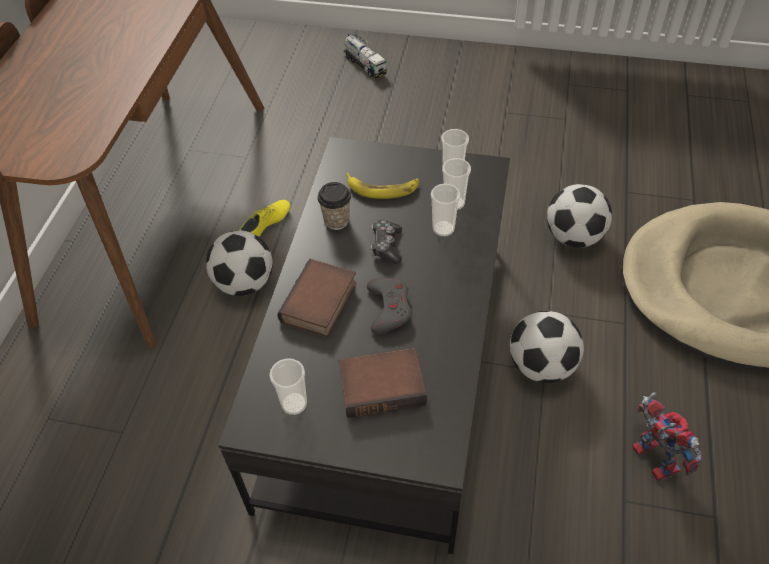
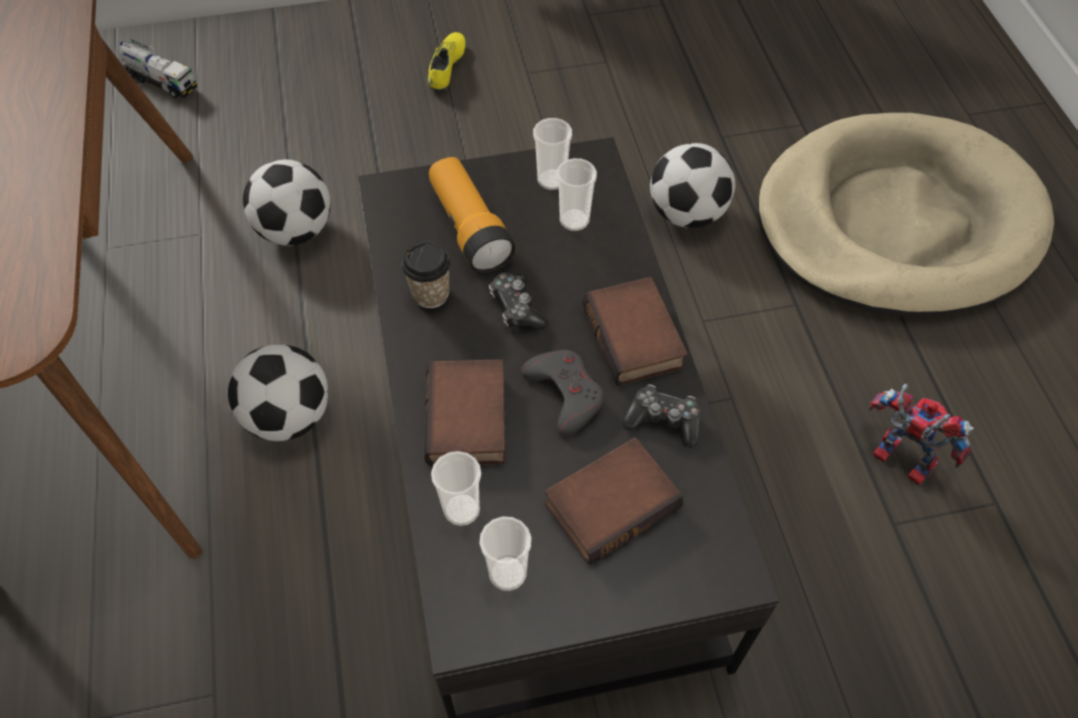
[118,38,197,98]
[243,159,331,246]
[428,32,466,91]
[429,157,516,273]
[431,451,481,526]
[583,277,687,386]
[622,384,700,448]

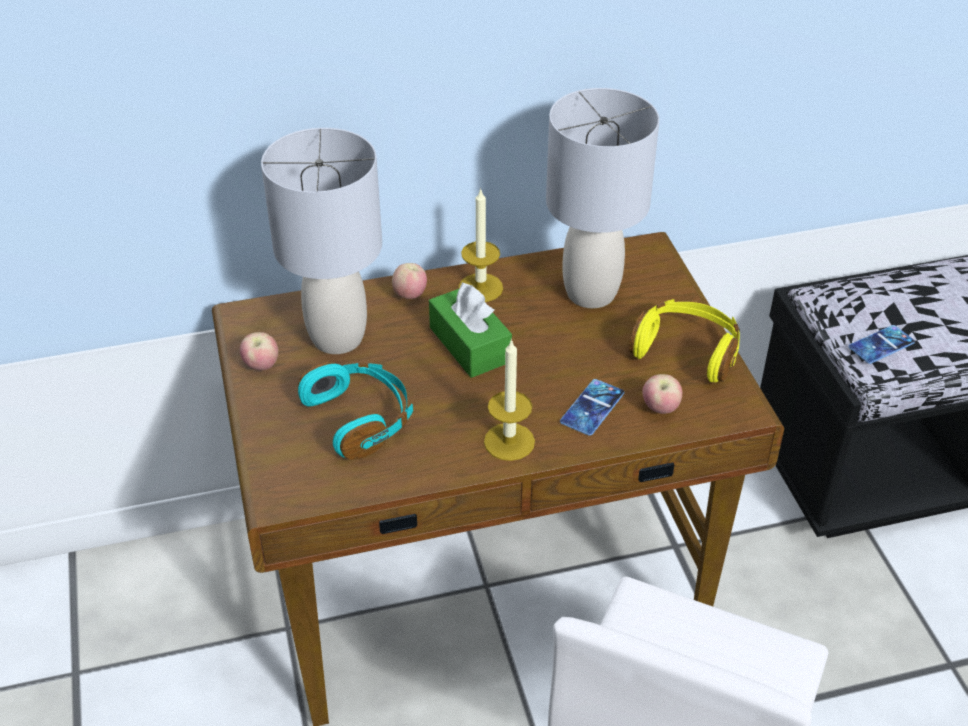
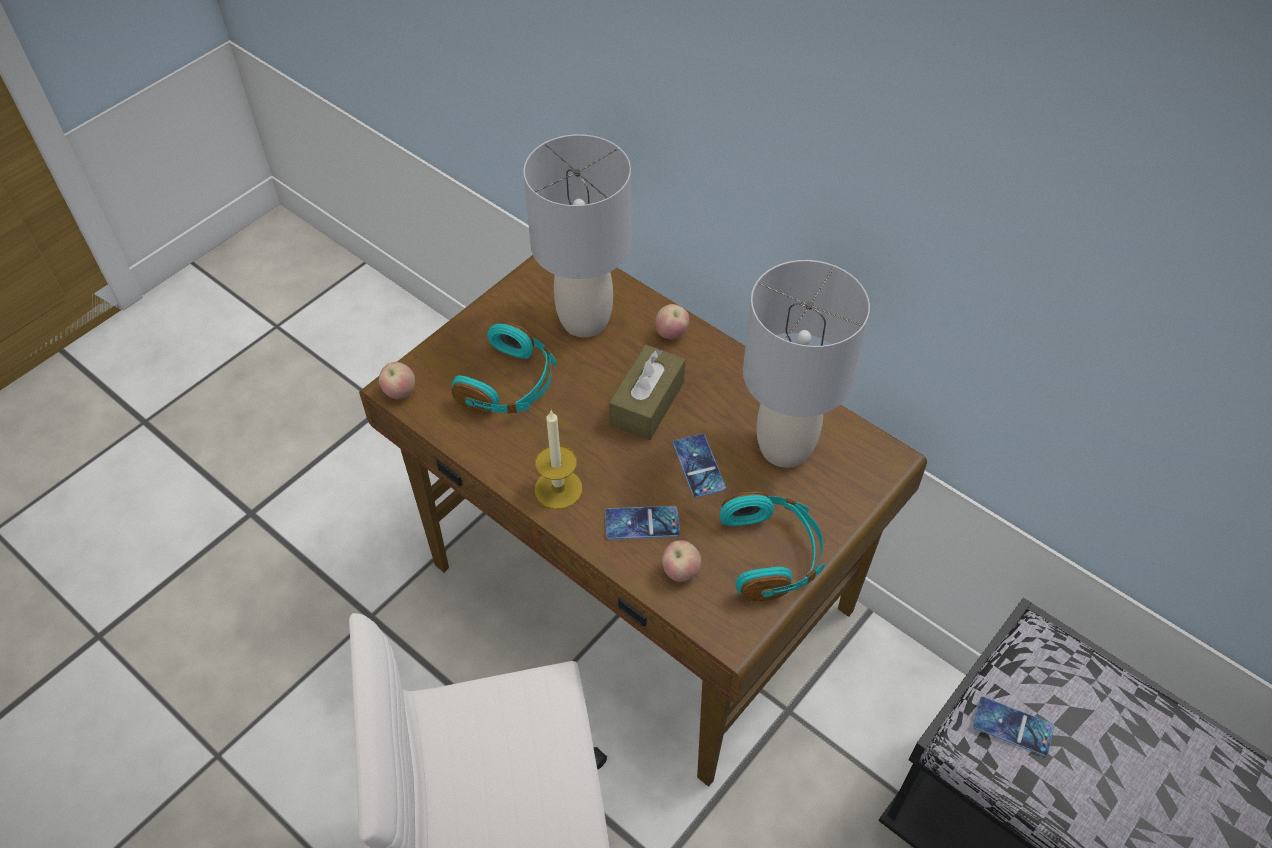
[379,362,415,399]
[609,345,685,440]
[673,434,726,498]
[720,491,825,602]
[458,188,503,302] (first image)

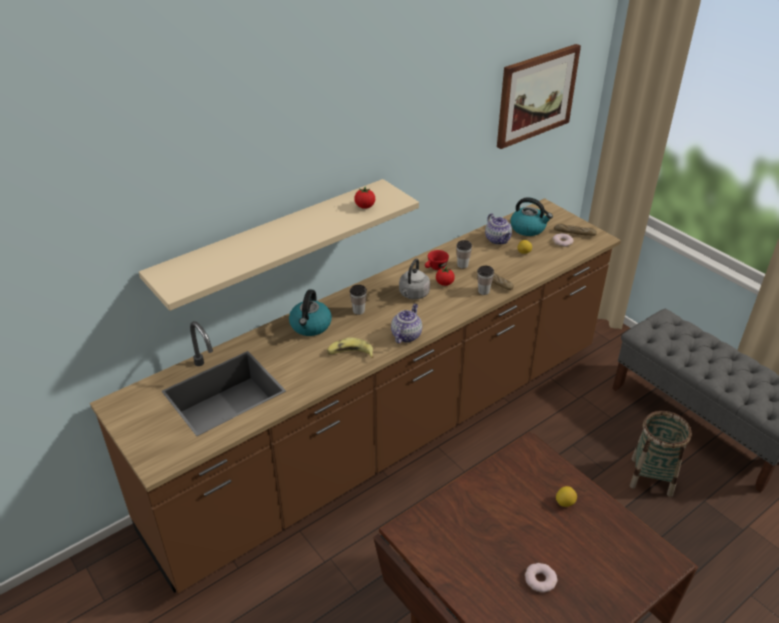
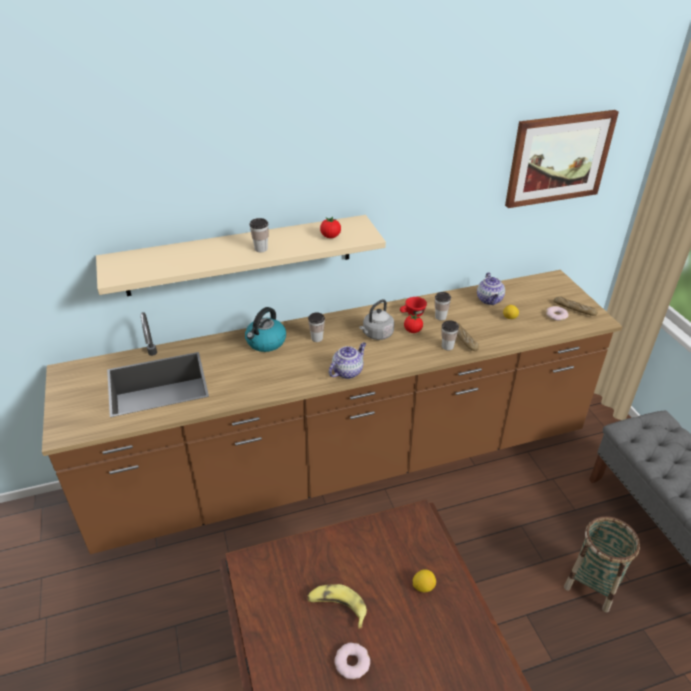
[249,218,269,252]
[307,584,367,629]
[510,197,553,236] (first image)

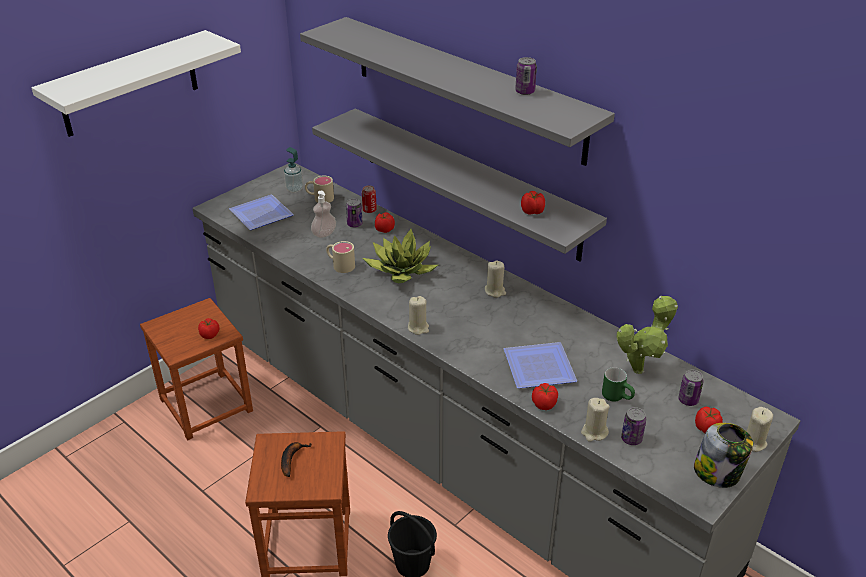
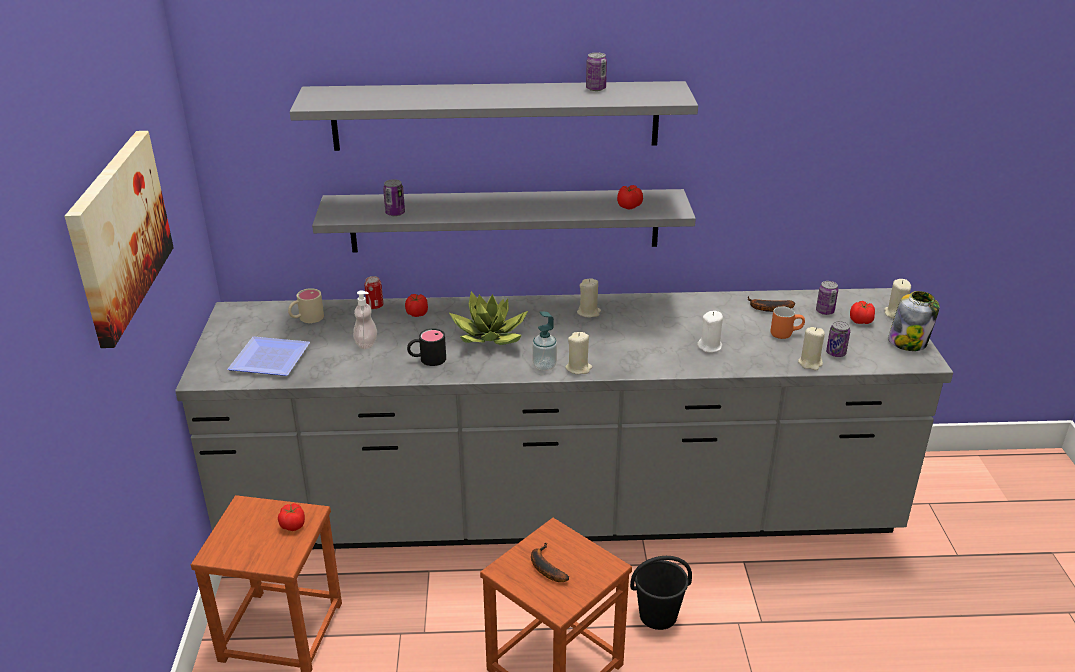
[64,131,174,348]
[383,179,405,216]
[407,329,446,366]
[532,311,557,371]
[697,311,723,353]
[748,296,795,312]
[771,307,805,339]
[532,383,558,410] (first image)

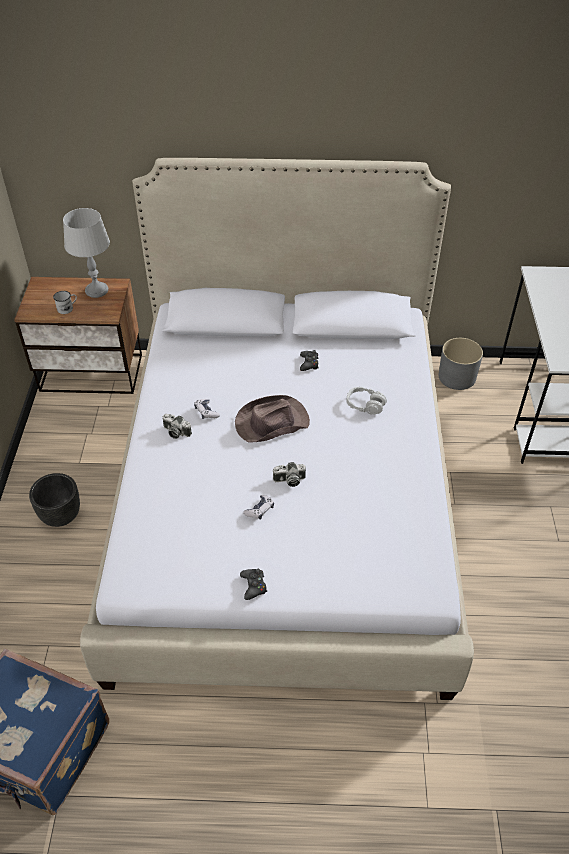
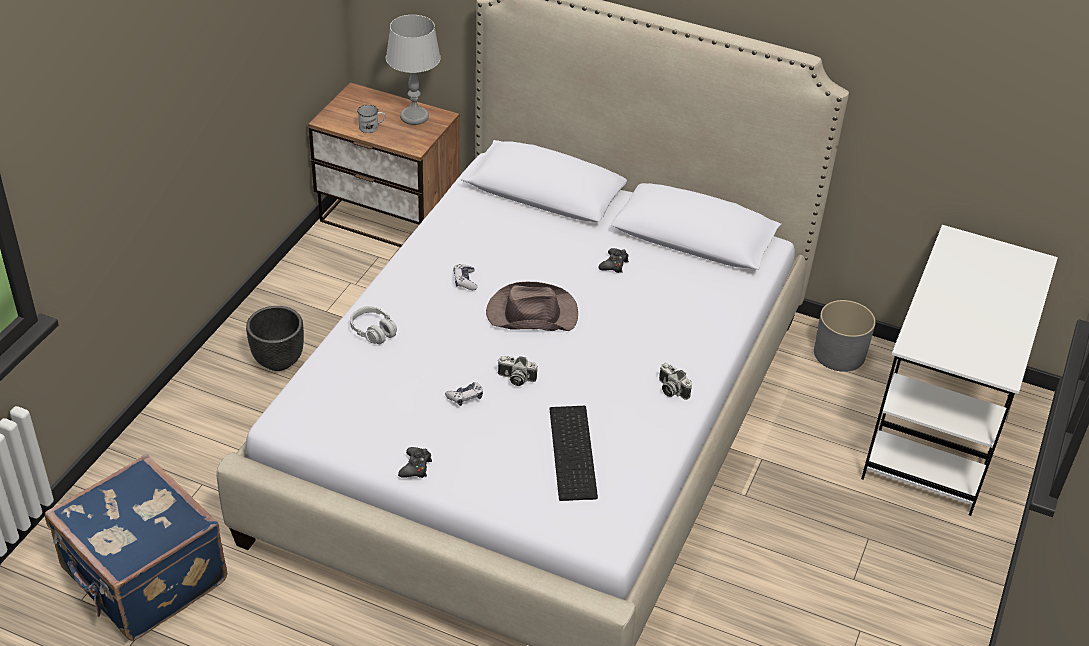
[350,306,397,344]
[550,406,598,501]
[659,363,692,400]

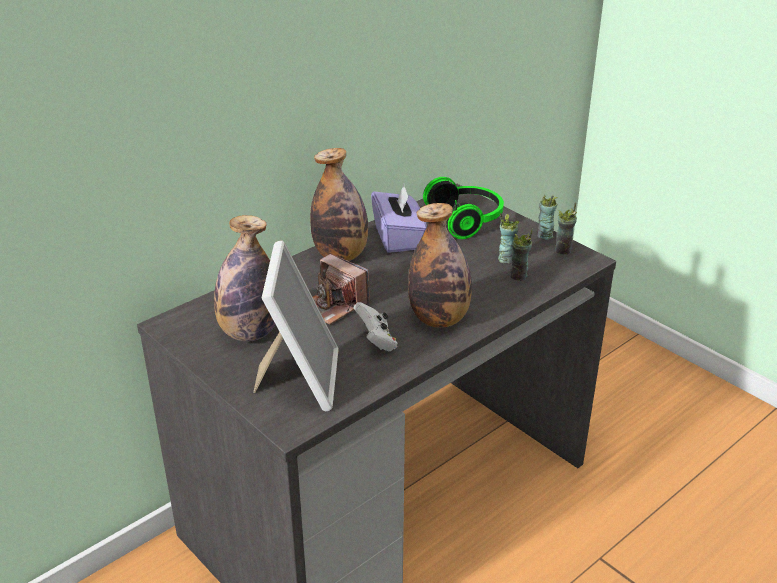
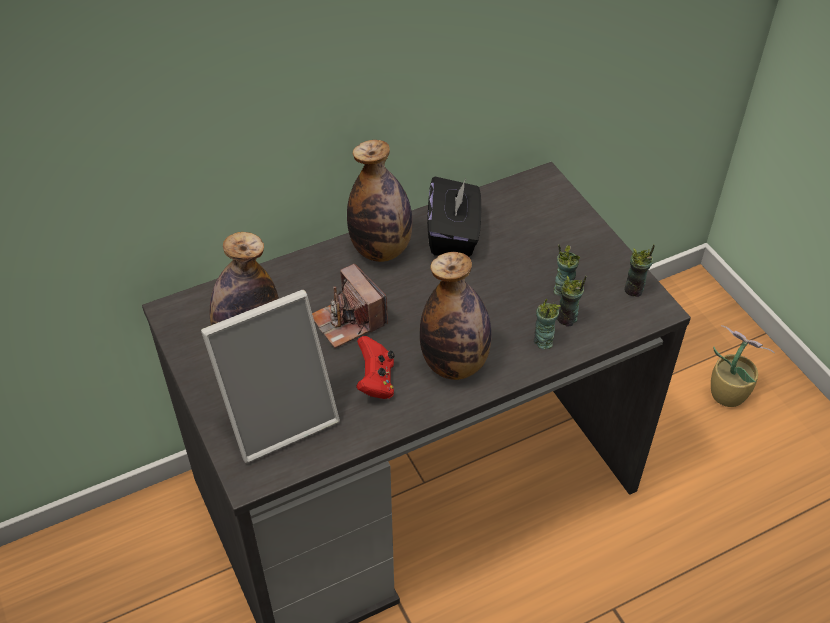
[201,290,340,463]
[356,336,395,399]
[427,177,481,257]
[534,298,561,350]
[711,325,775,407]
[423,177,504,239] (first image)

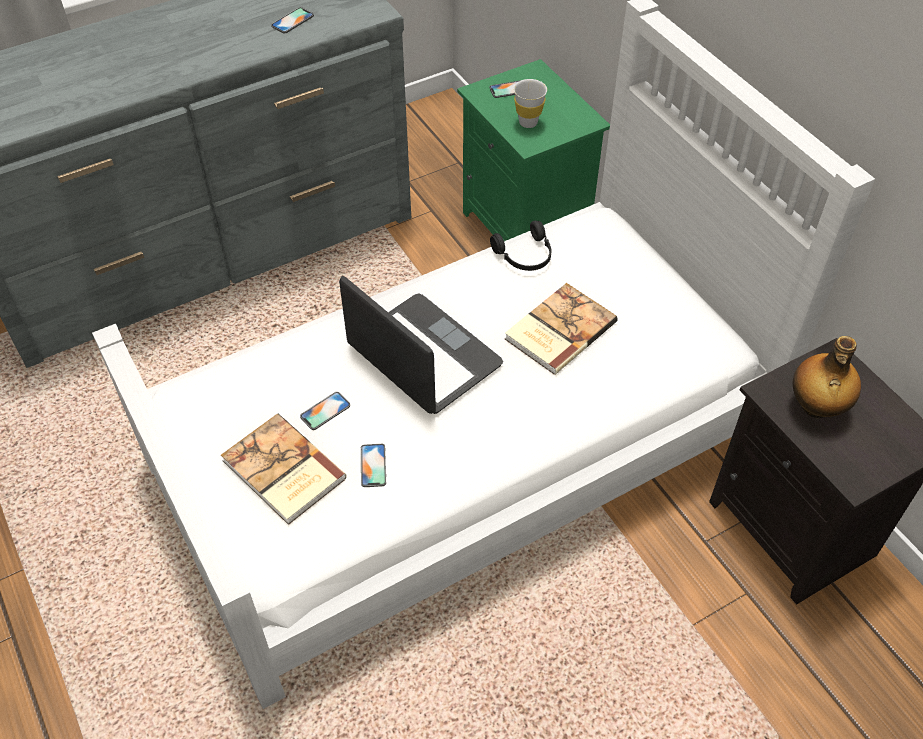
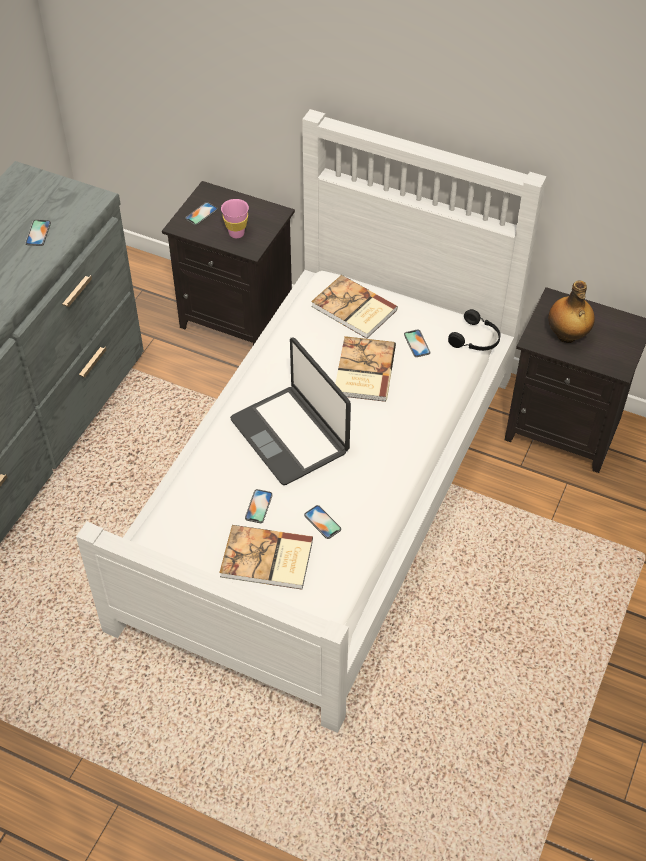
[162,181,295,345]
[221,199,249,238]
[230,337,351,485]
[311,275,398,339]
[404,329,430,357]
[448,309,501,351]

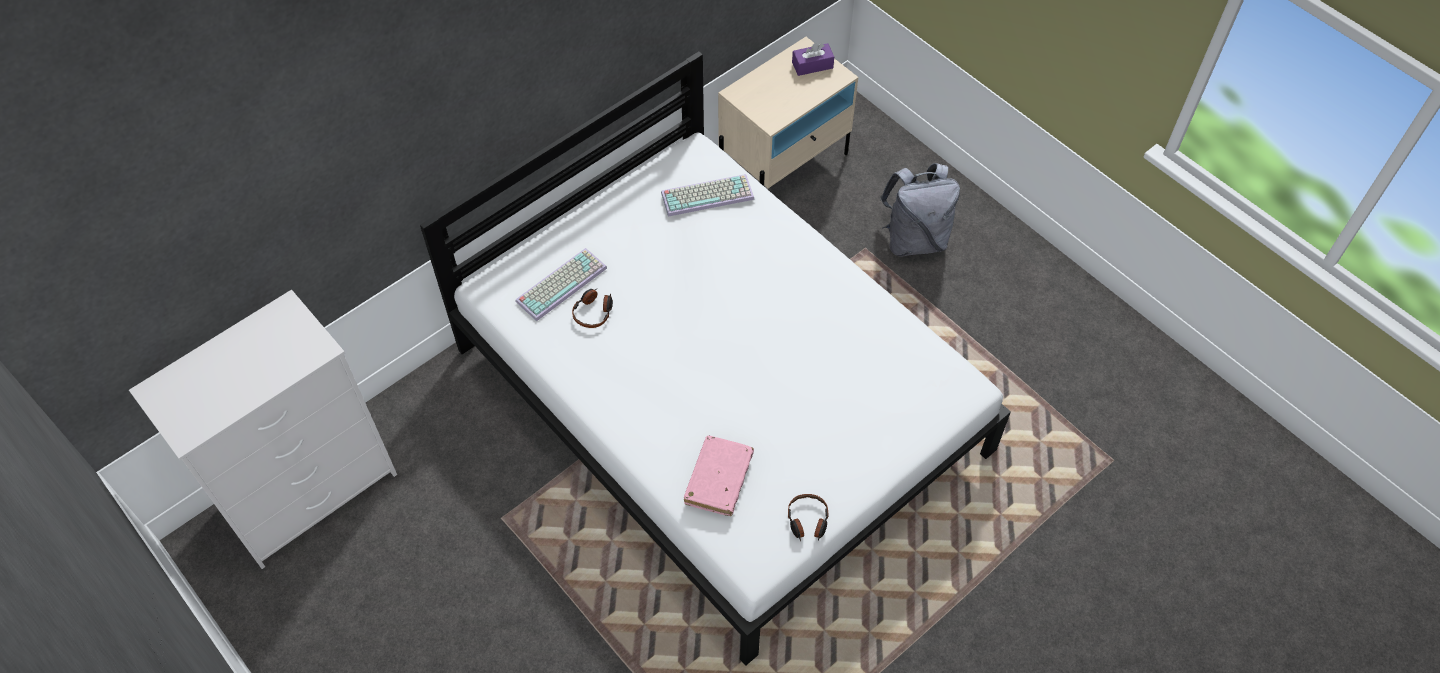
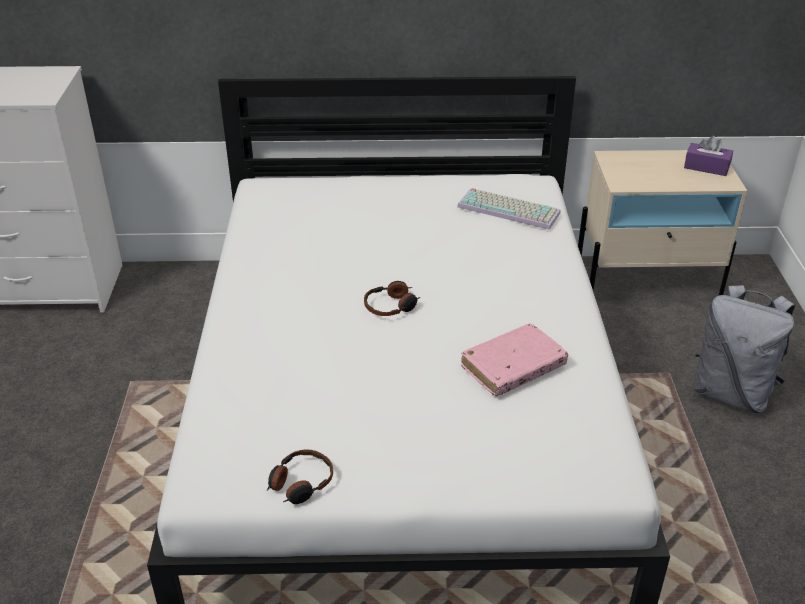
[364,281,420,316]
[461,323,568,396]
[516,248,607,321] (first image)

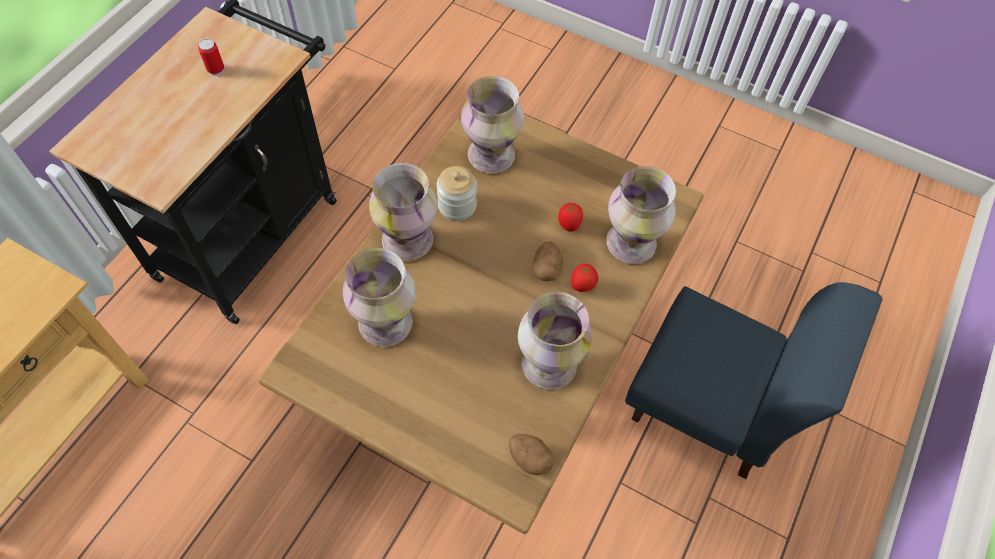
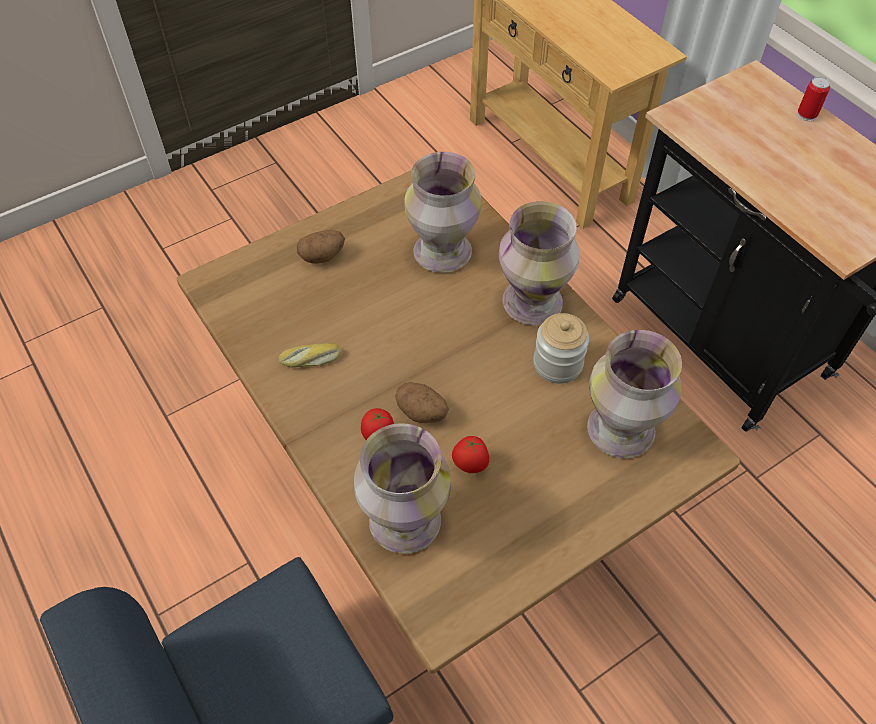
[279,343,342,367]
[297,230,345,264]
[797,77,830,121]

